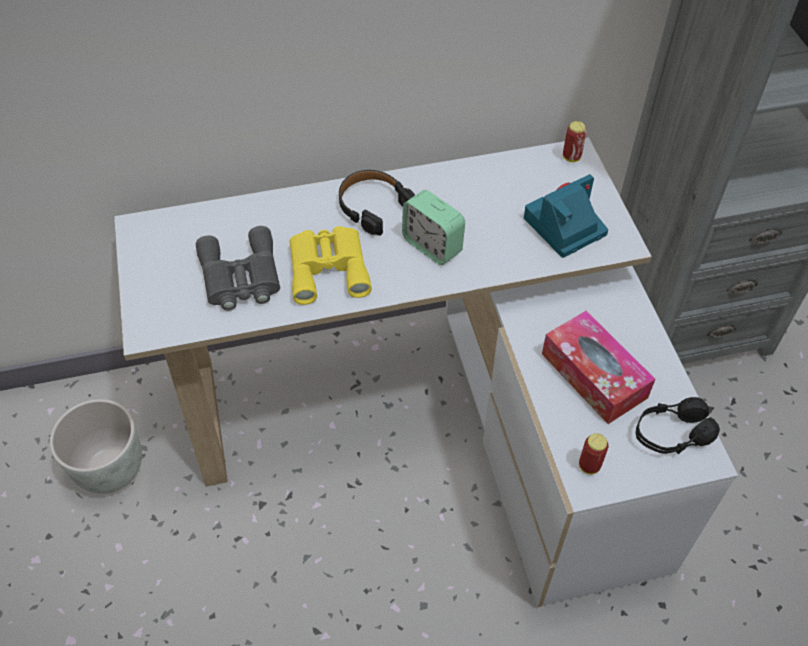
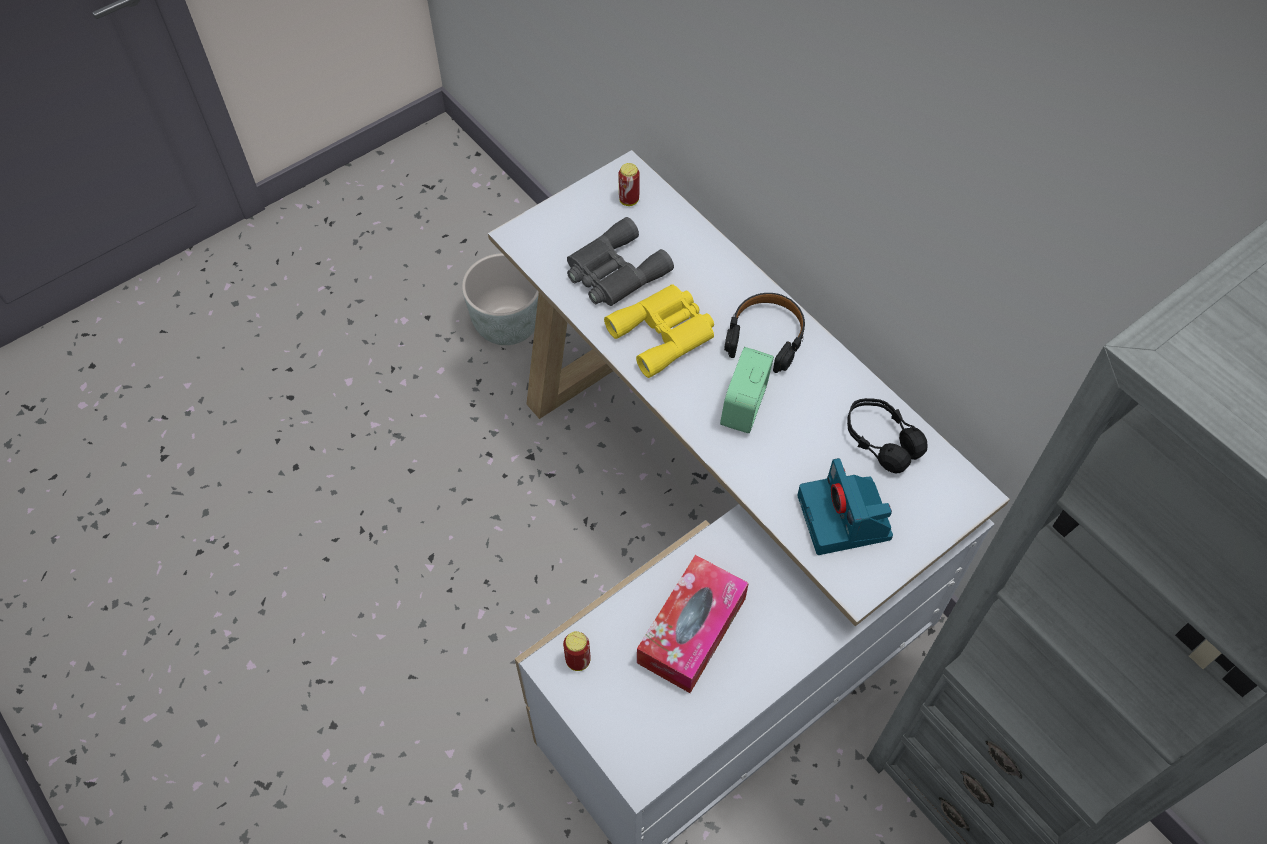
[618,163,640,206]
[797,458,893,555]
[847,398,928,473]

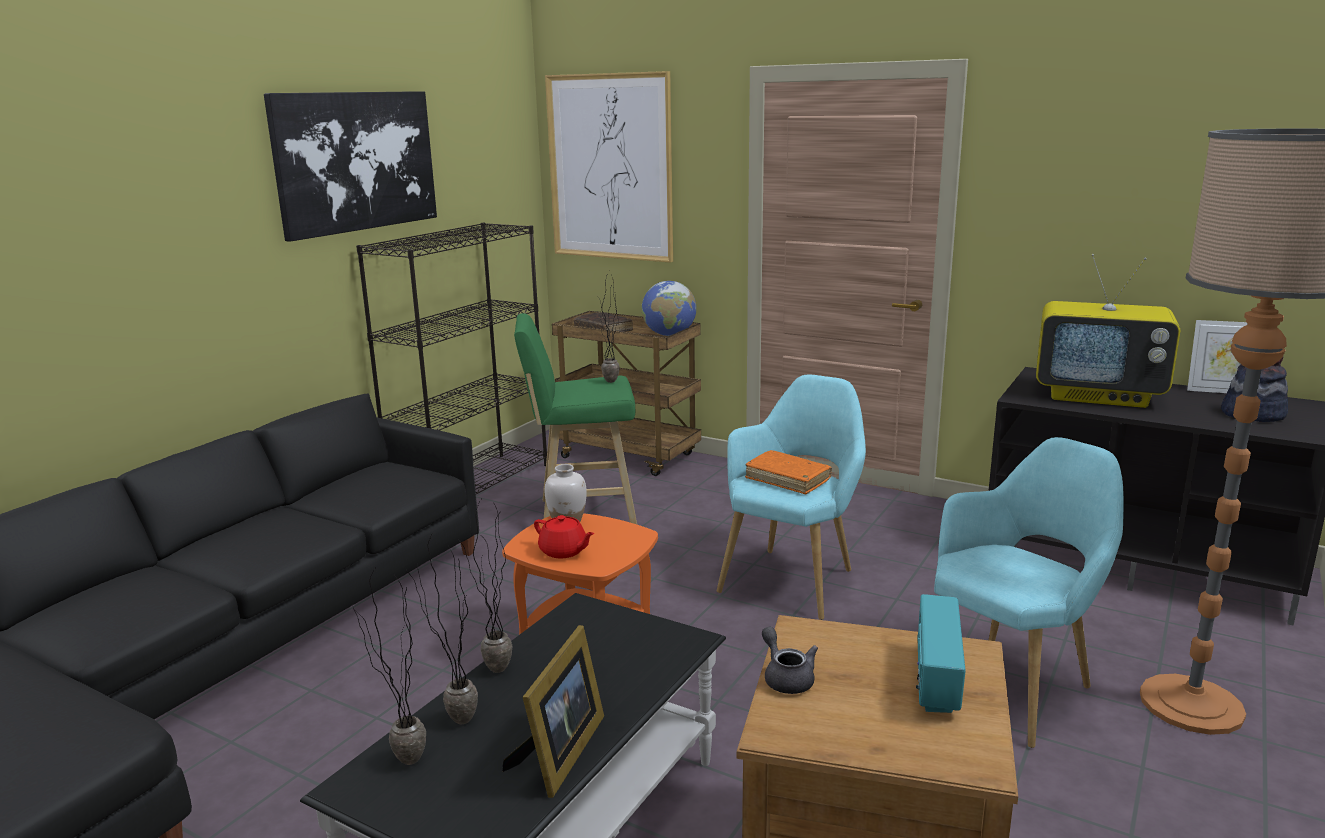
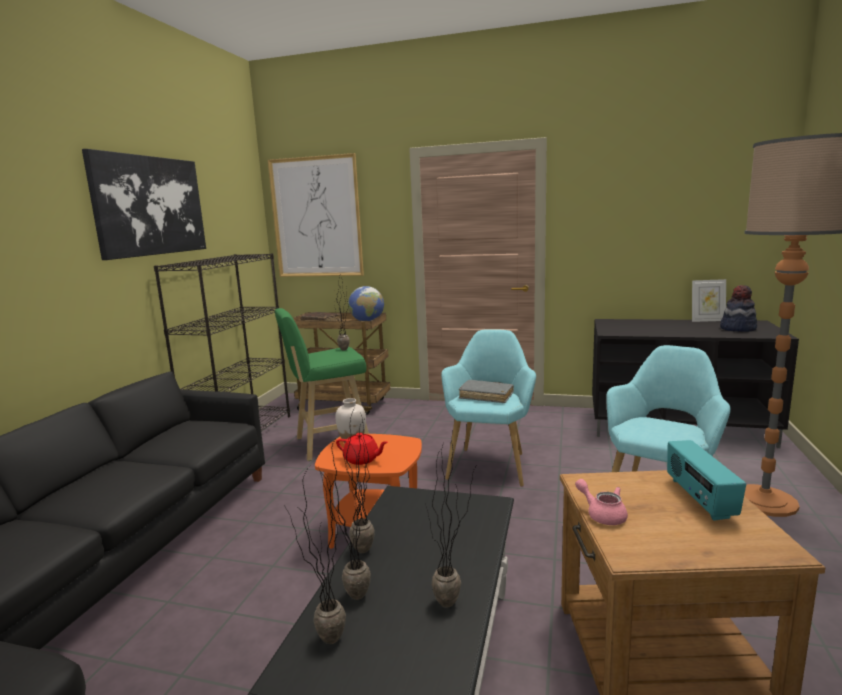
[425,437,477,607]
[459,380,514,403]
[575,479,628,525]
[1036,254,1180,408] (first image)

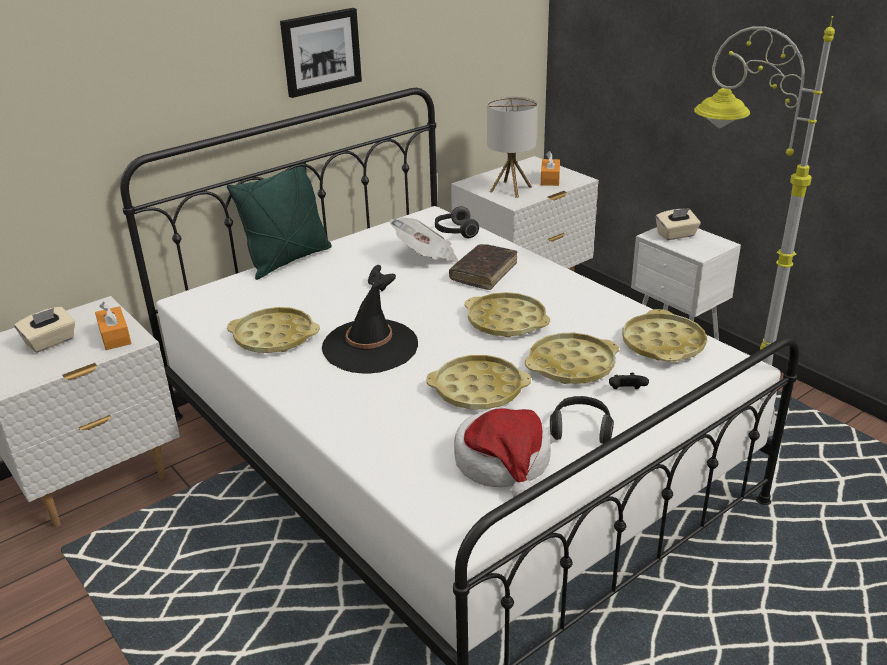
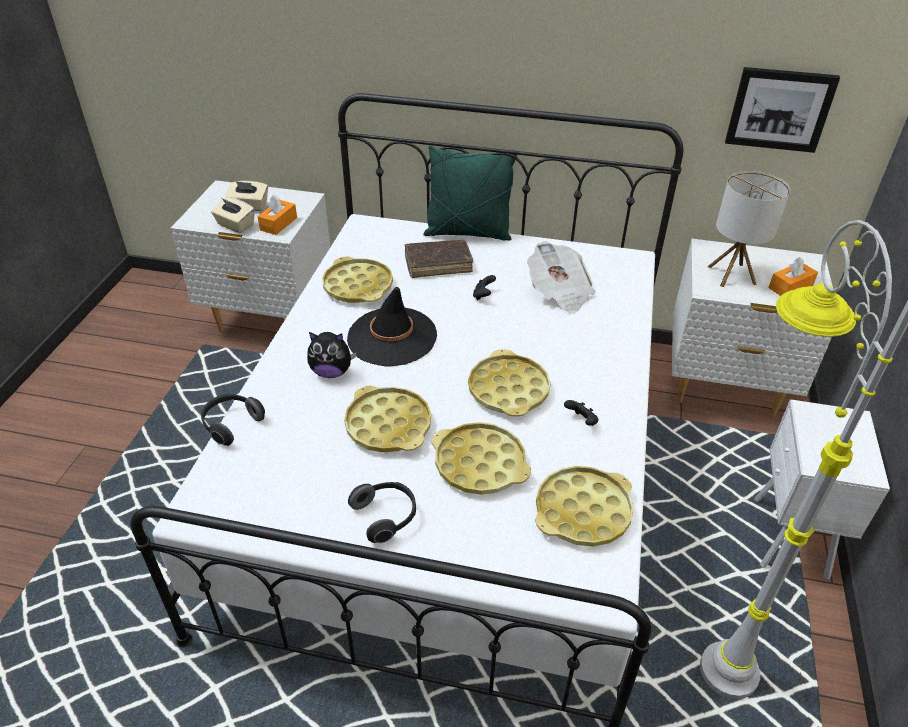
[201,394,265,446]
[211,197,255,233]
[307,332,357,378]
[405,240,473,278]
[564,400,598,426]
[725,67,840,153]
[454,408,551,497] (first image)

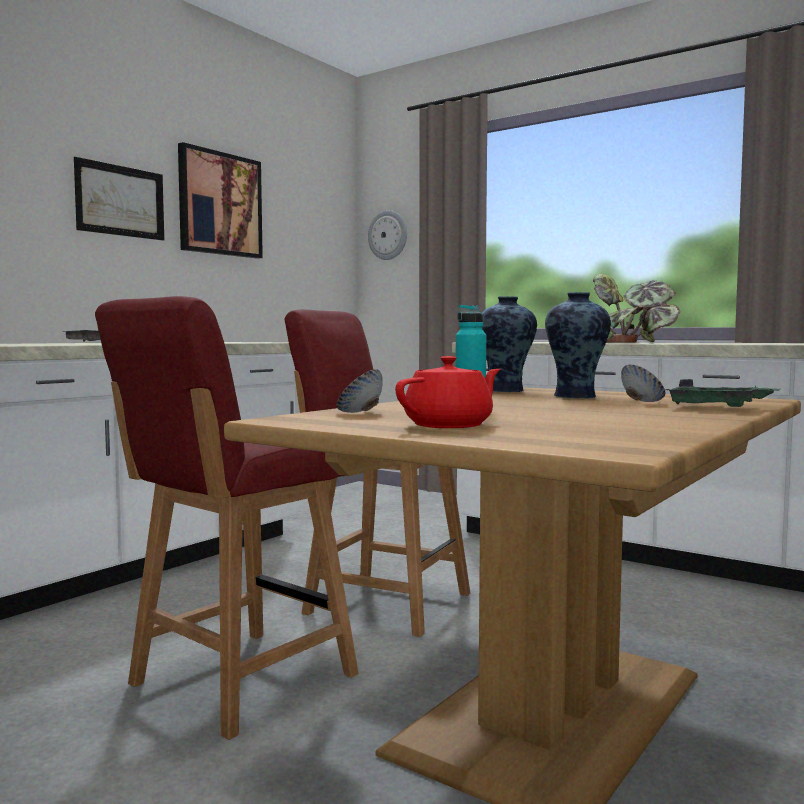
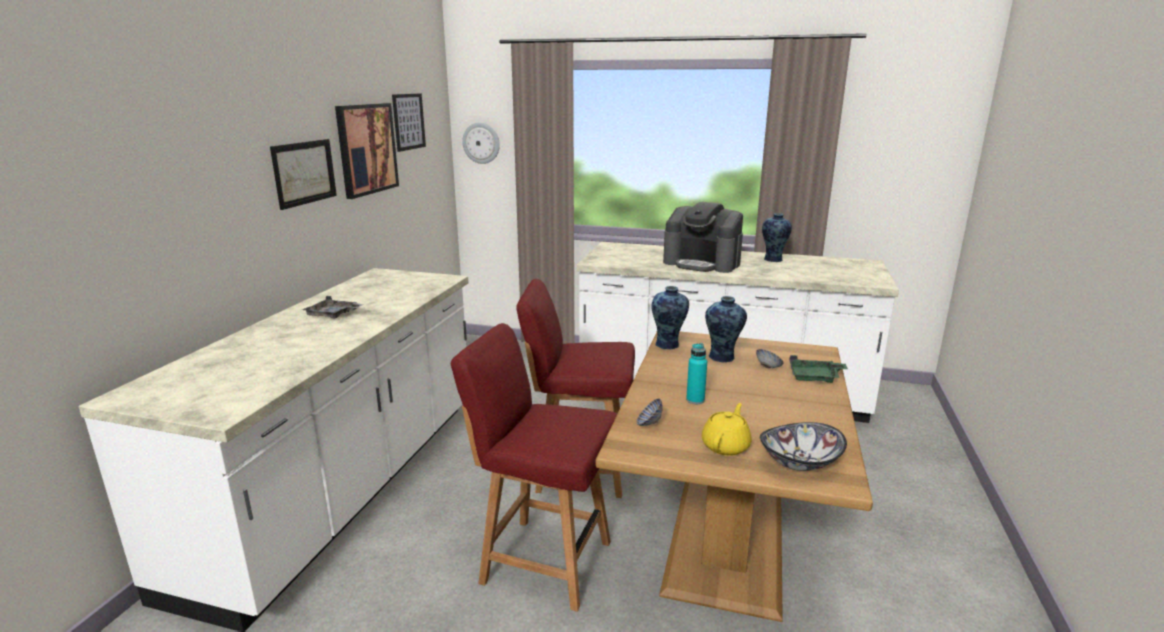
[392,94,426,152]
[451,323,617,612]
[663,202,743,273]
[702,403,752,456]
[760,422,847,471]
[762,213,792,262]

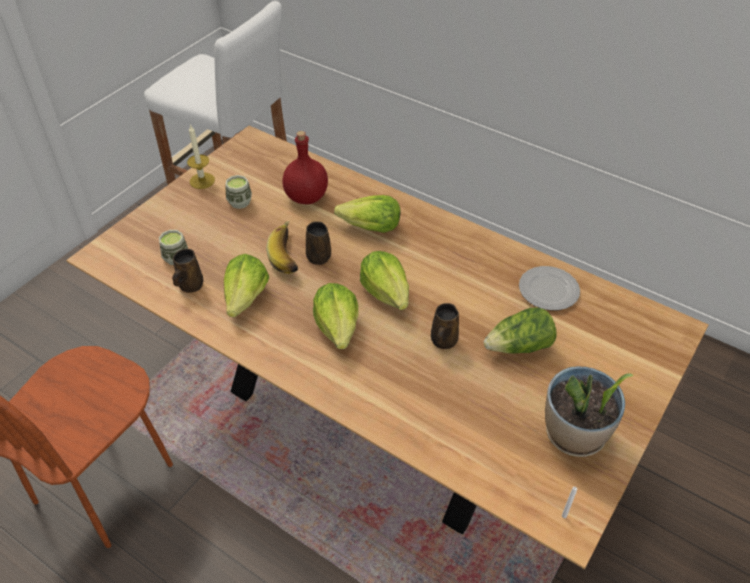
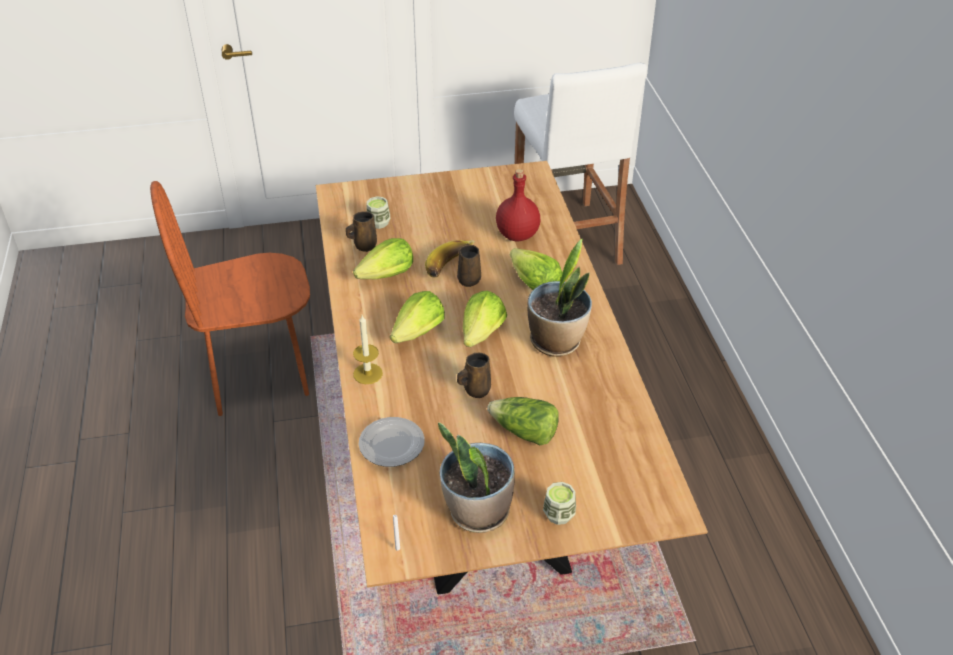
[353,315,383,384]
[358,417,425,467]
[528,239,592,357]
[543,482,576,525]

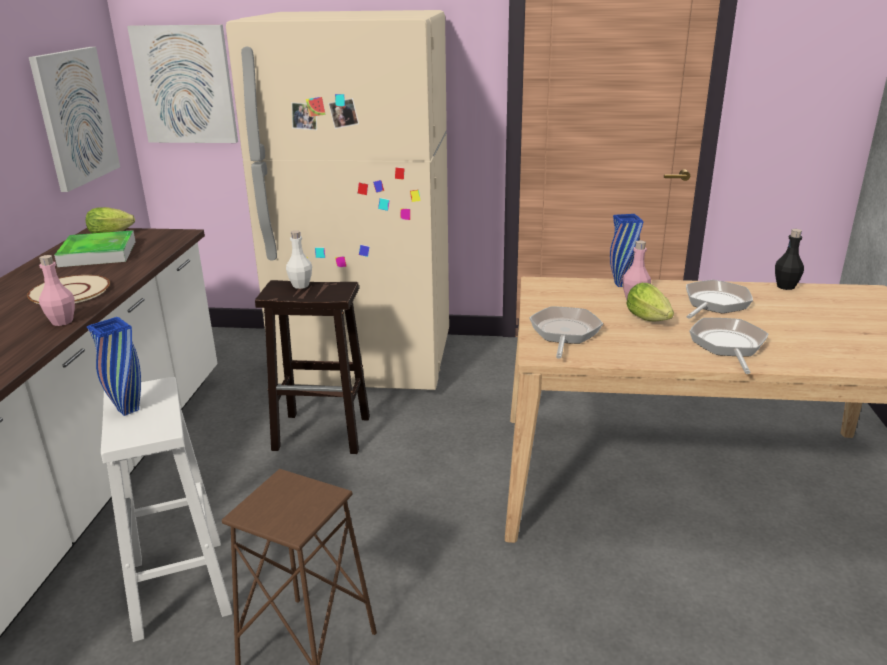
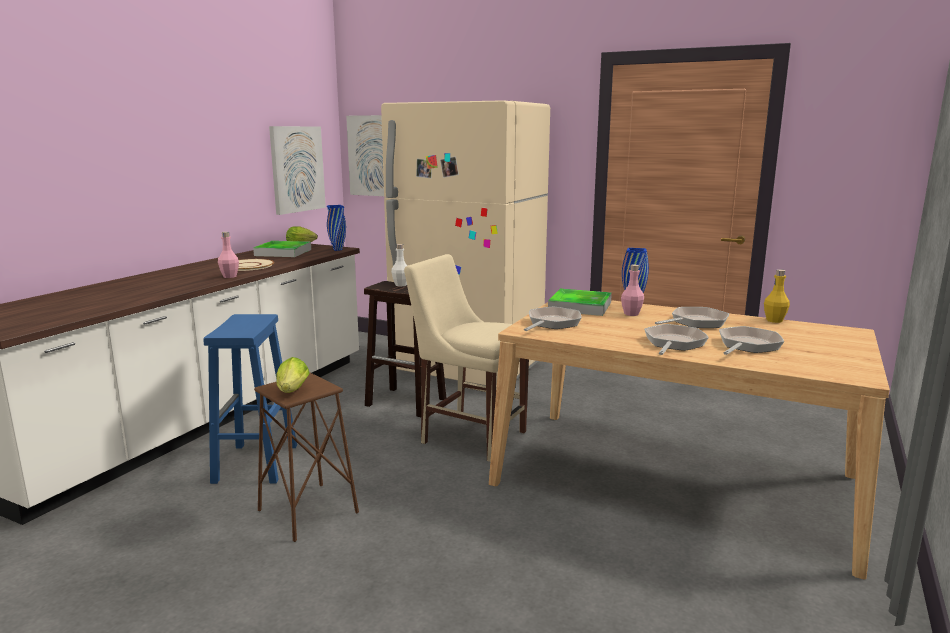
[203,314,297,484]
[277,357,309,393]
[327,205,346,251]
[404,254,529,462]
[548,289,612,316]
[719,326,784,355]
[764,269,790,323]

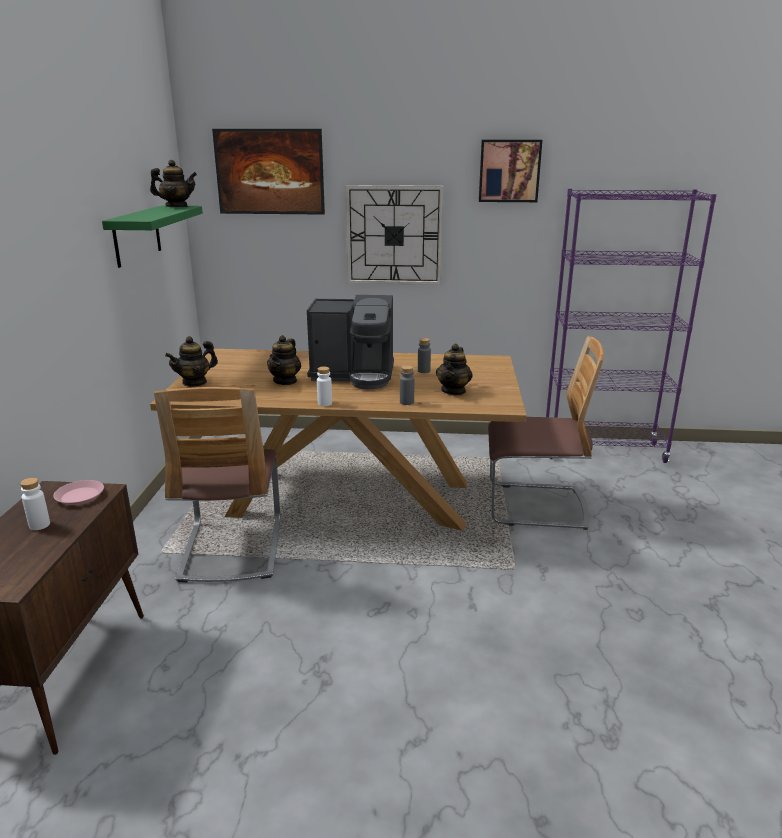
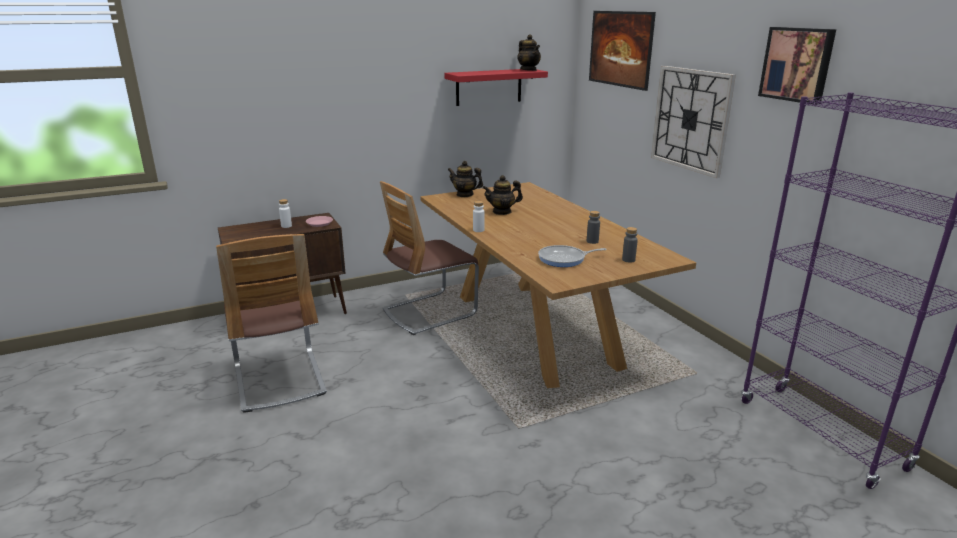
[216,234,327,413]
[444,69,548,106]
[538,245,607,267]
[622,227,638,263]
[307,295,394,389] (first image)

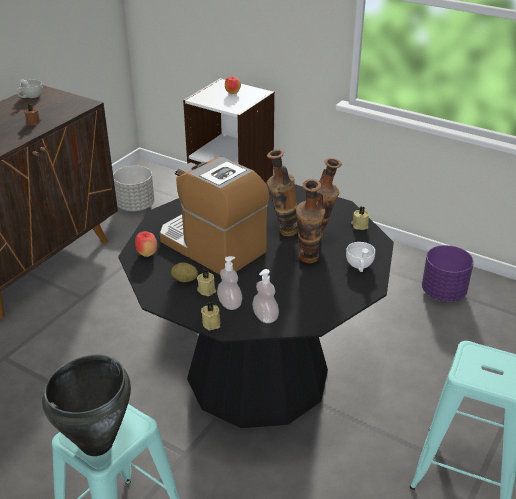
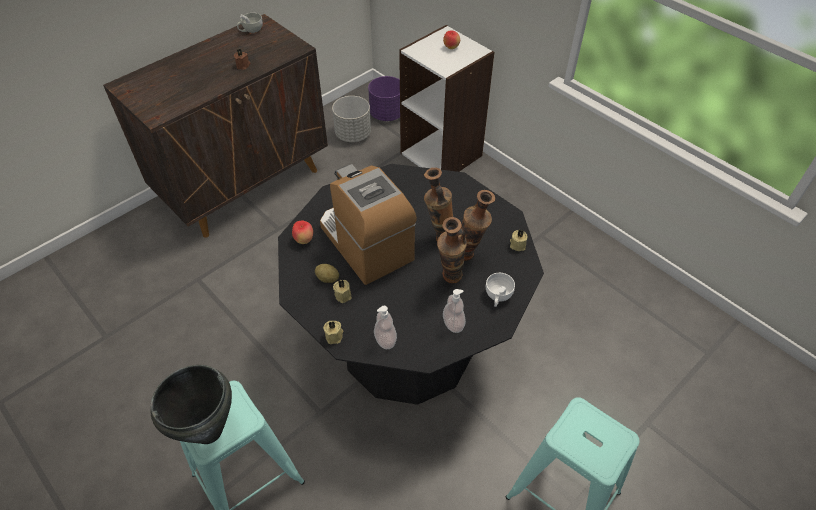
[368,76,400,121]
[443,289,466,333]

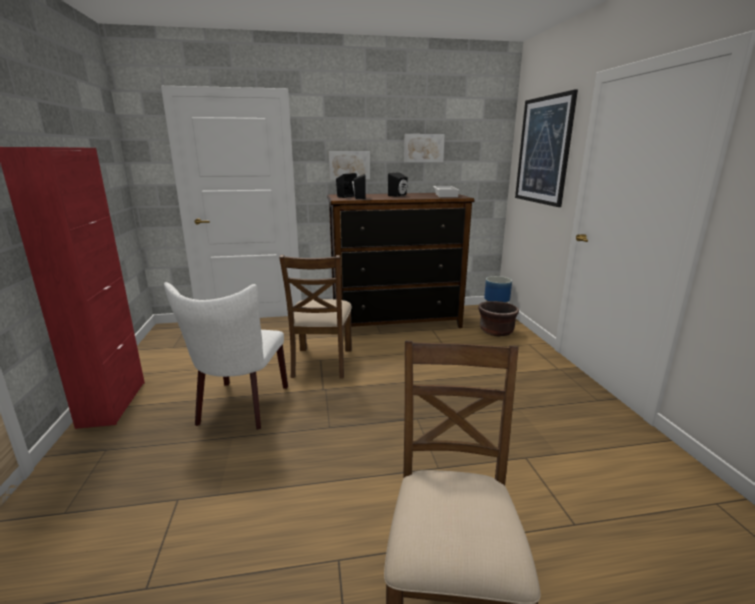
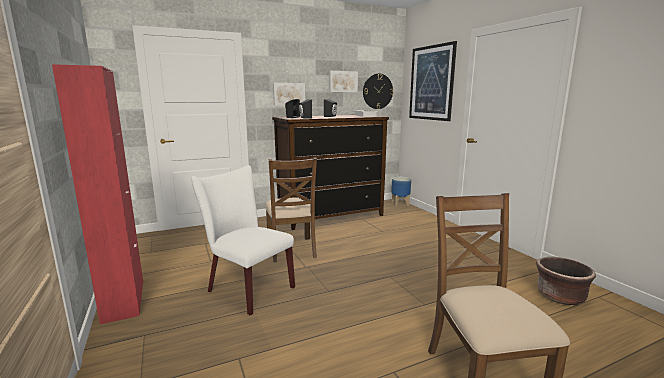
[191,165,295,316]
[363,74,393,109]
[536,257,596,305]

